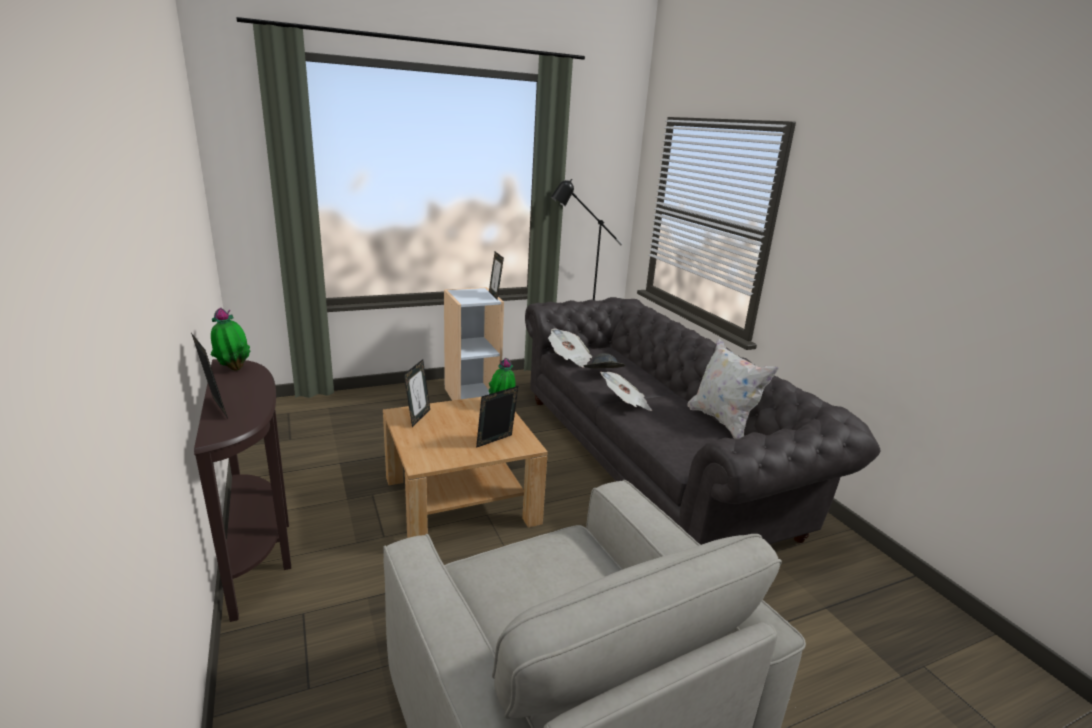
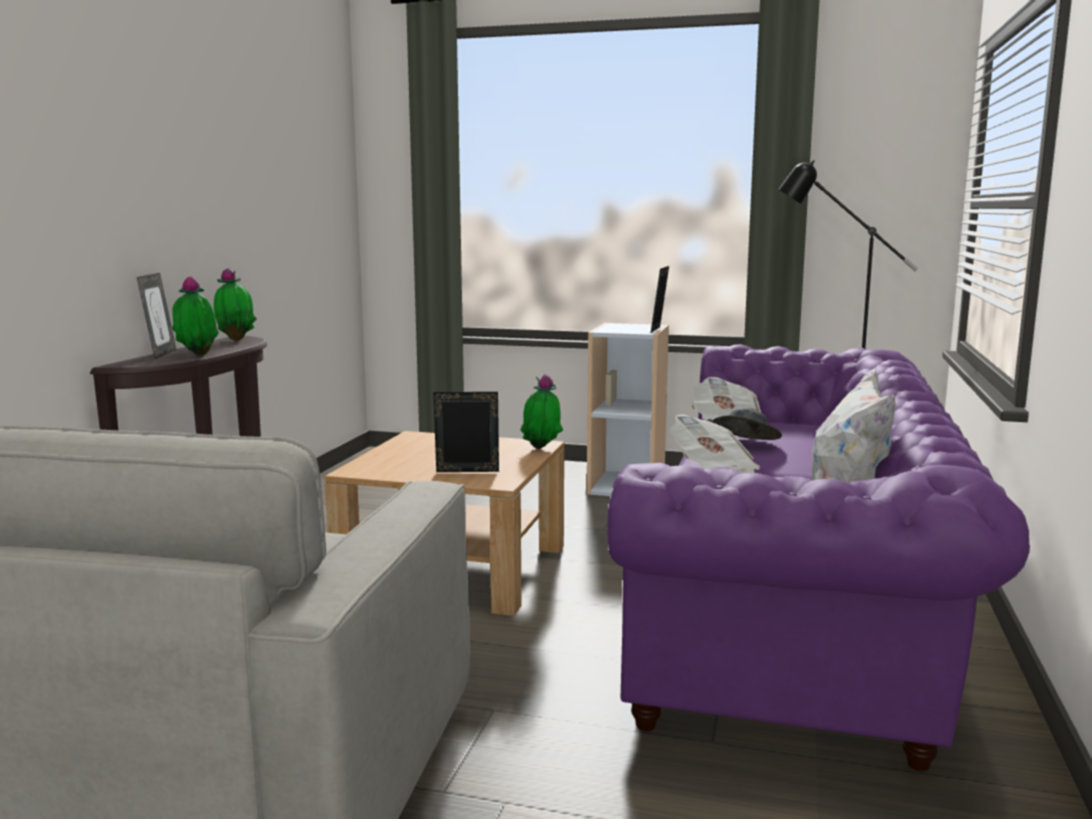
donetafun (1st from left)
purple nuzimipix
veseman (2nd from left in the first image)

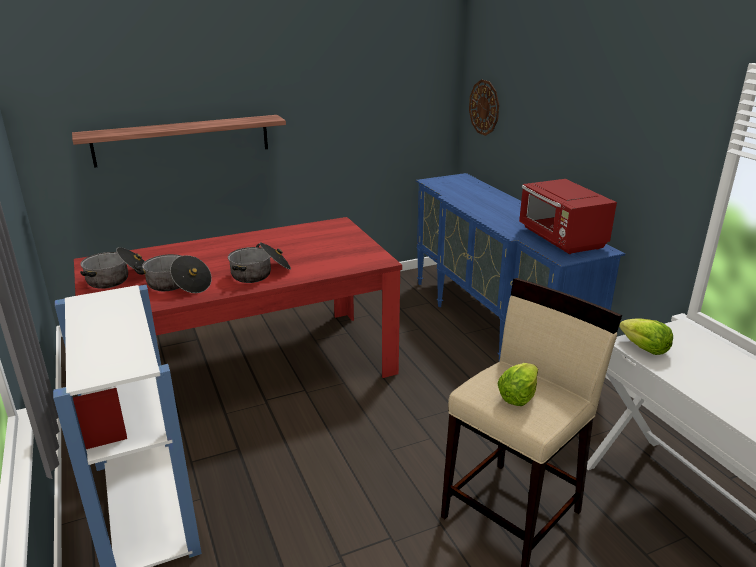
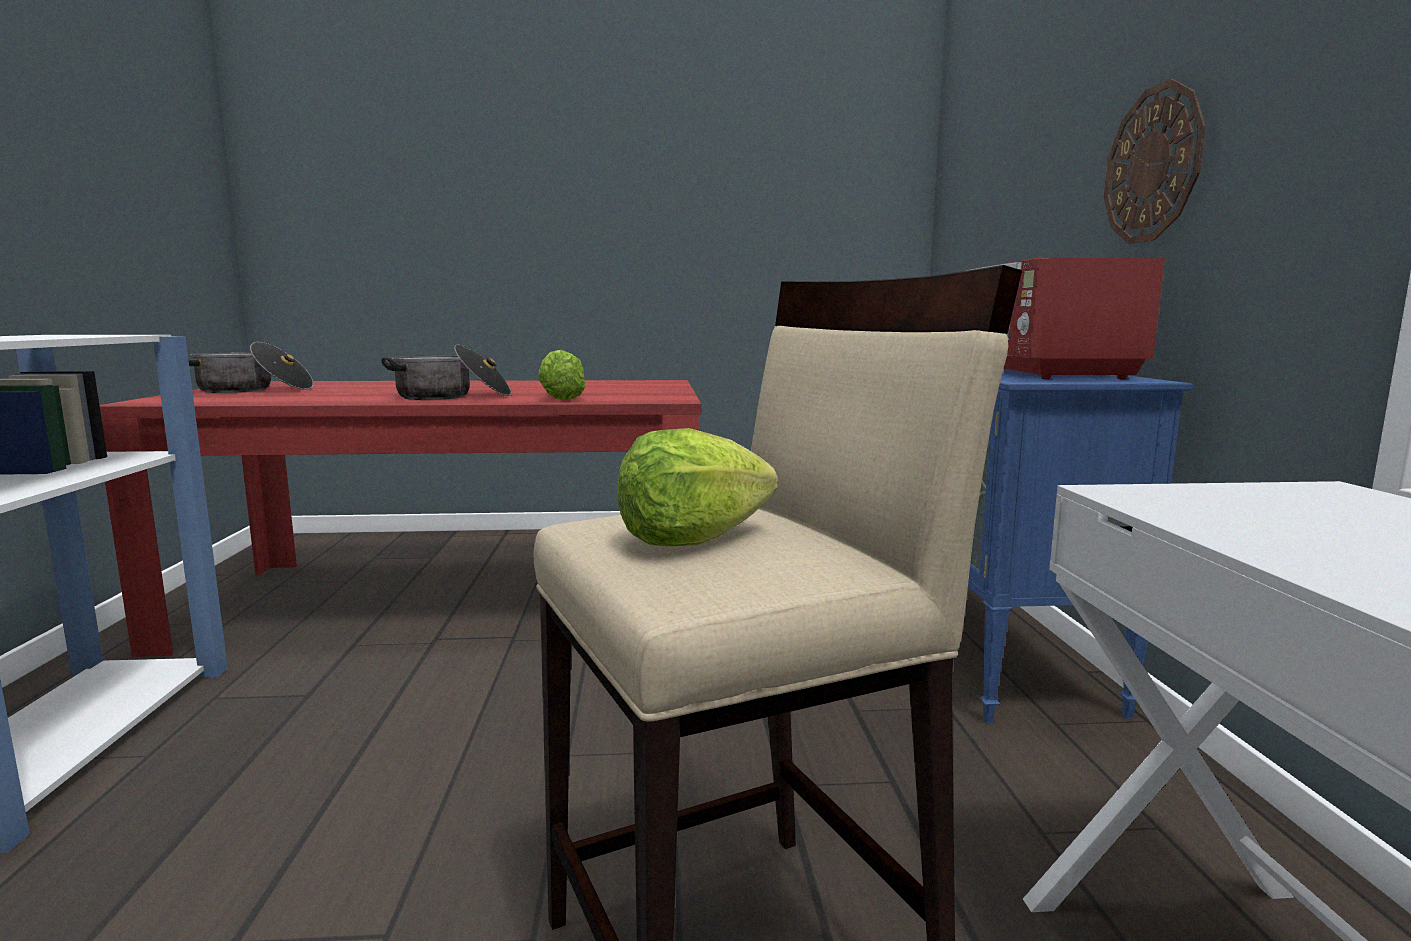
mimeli (1st from left)
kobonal
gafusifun
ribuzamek (2nd from left in the first image)

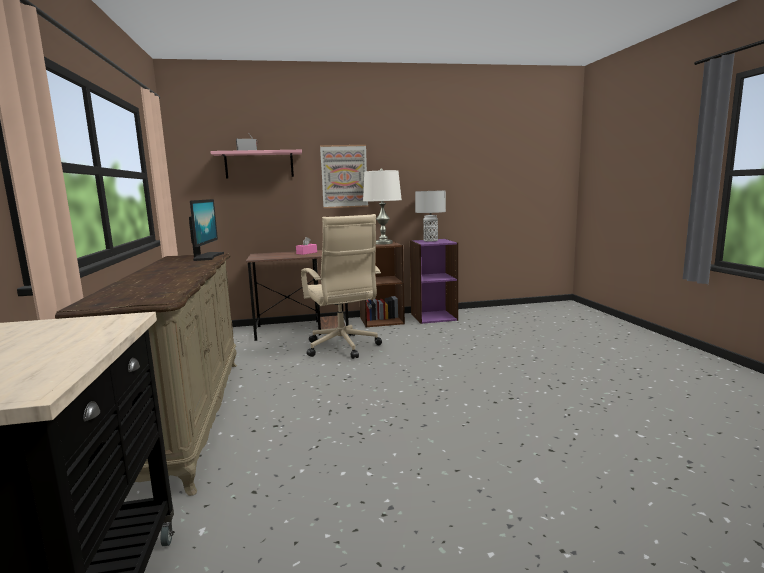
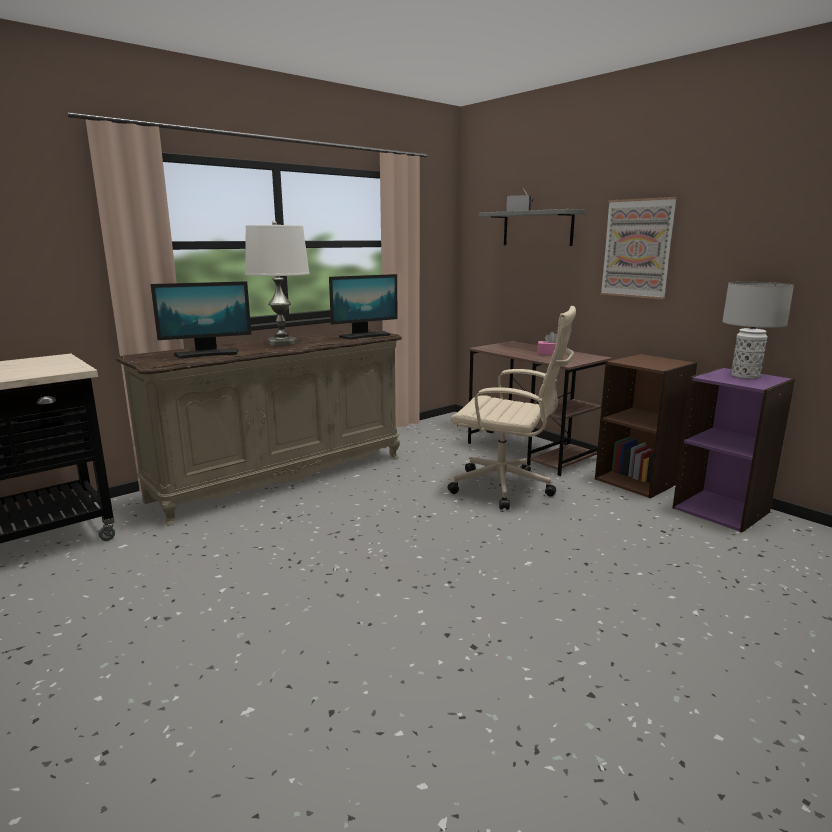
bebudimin (1st from left)
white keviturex (1st from left)
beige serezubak
grey gafusifun

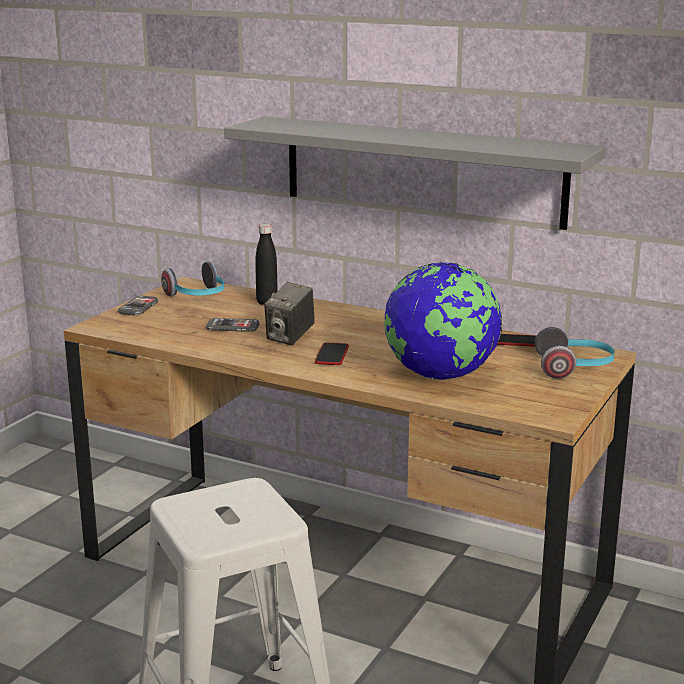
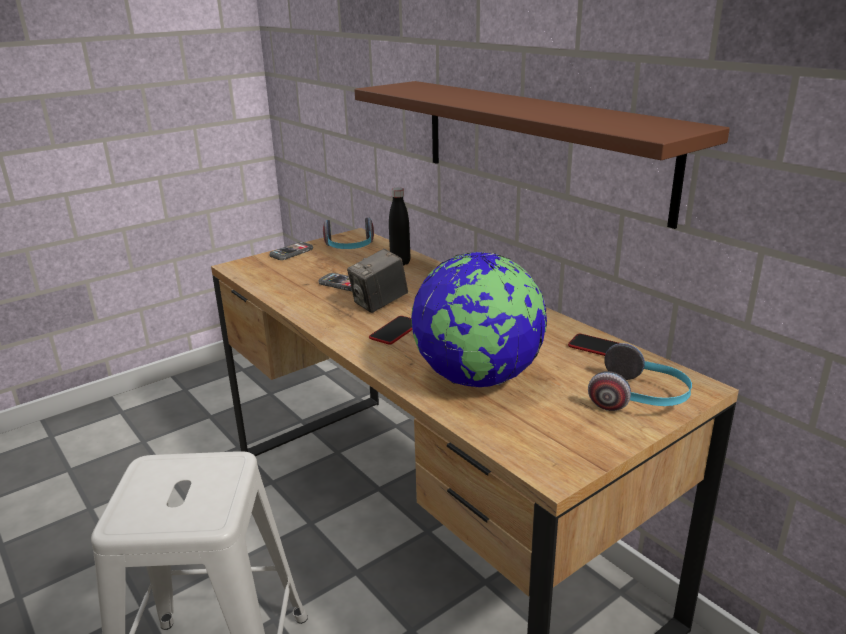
brown gafusifun

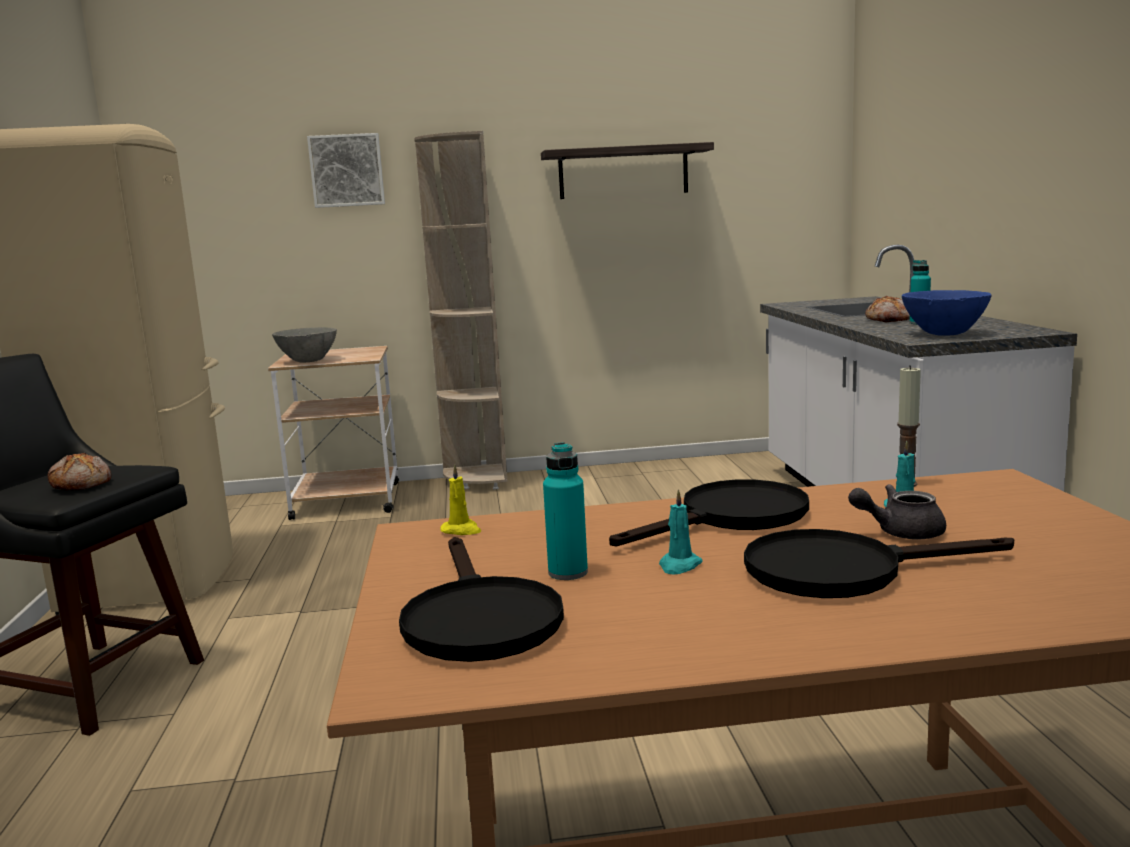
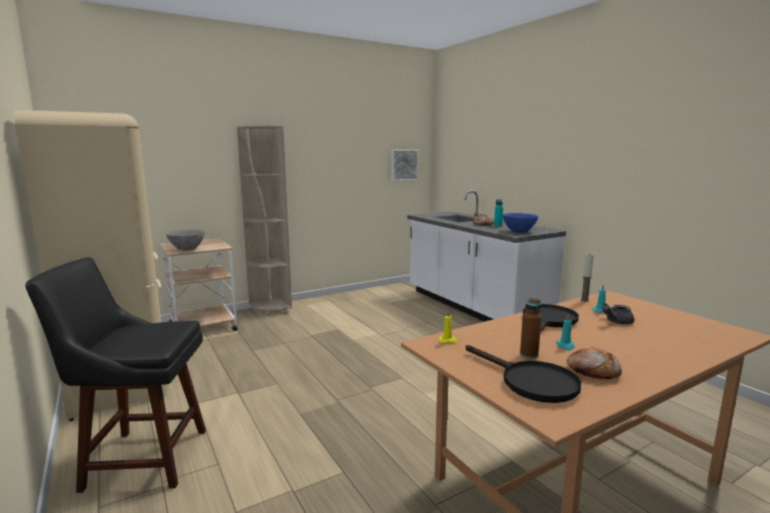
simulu
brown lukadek
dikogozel (2nd from left)
gafusifun
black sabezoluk (3rd from left in the first image)

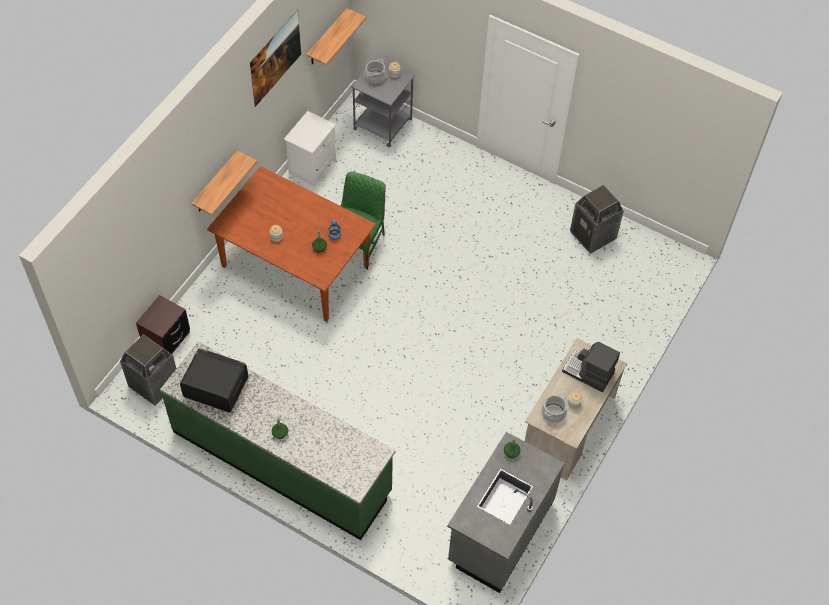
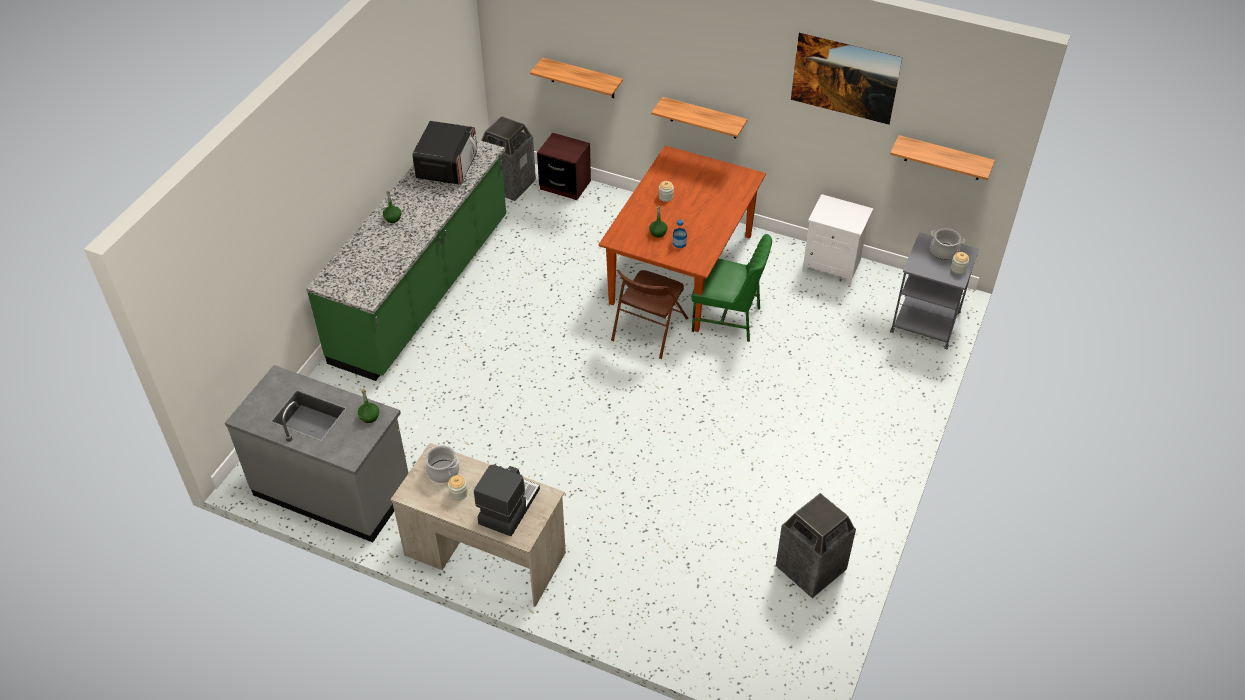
gafusifun (1st from left)
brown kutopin

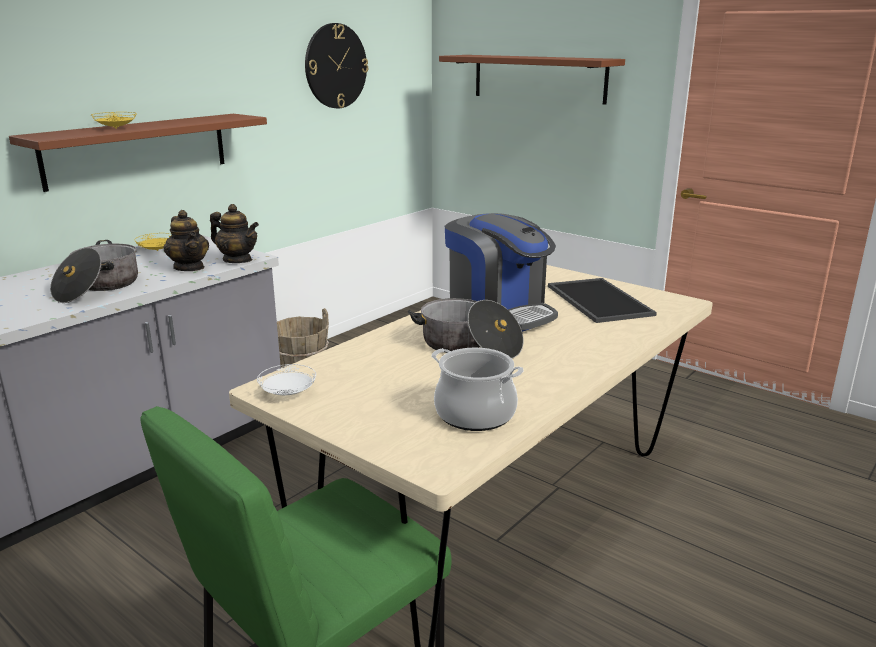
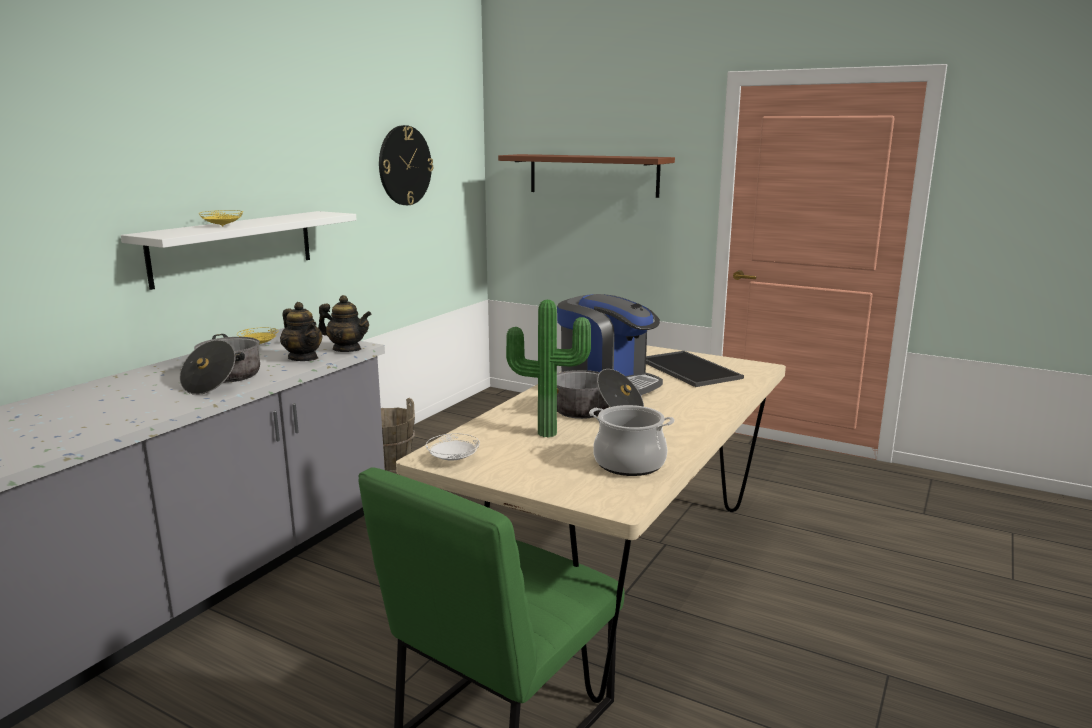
white gafusifun
donetafun

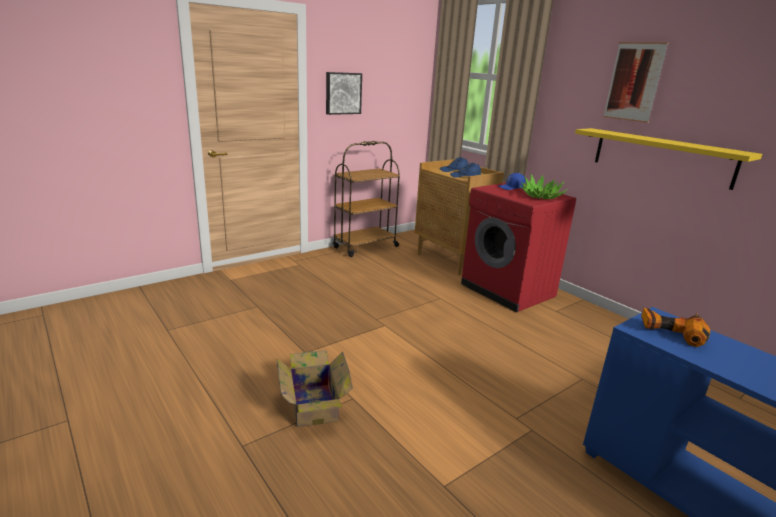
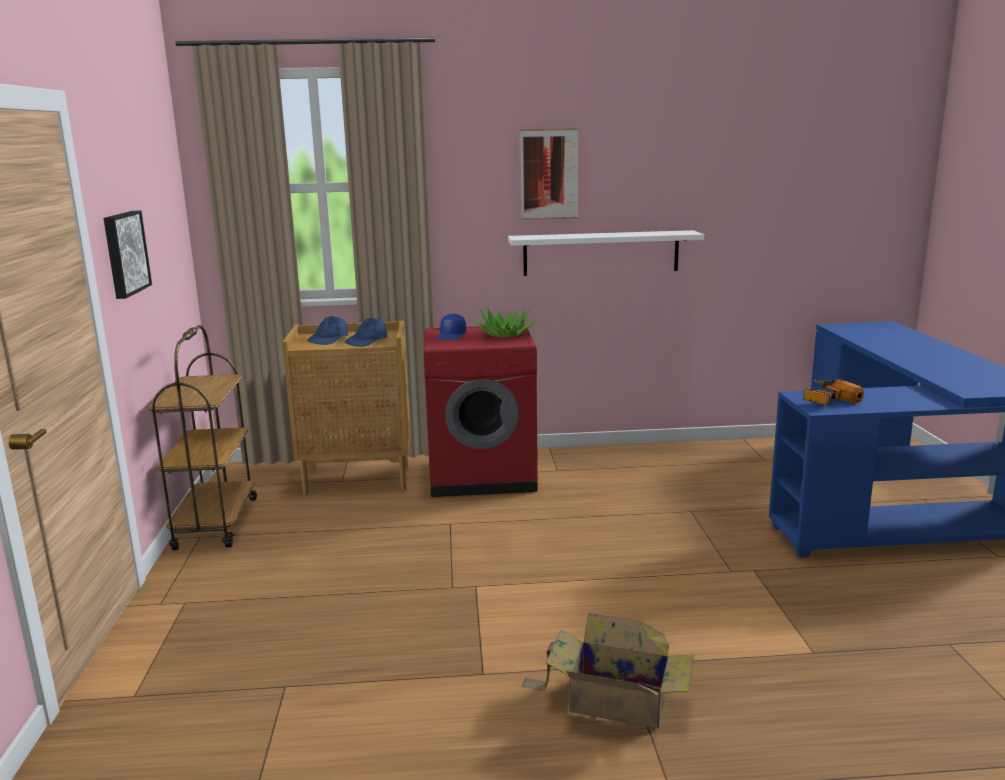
white gafusifun

